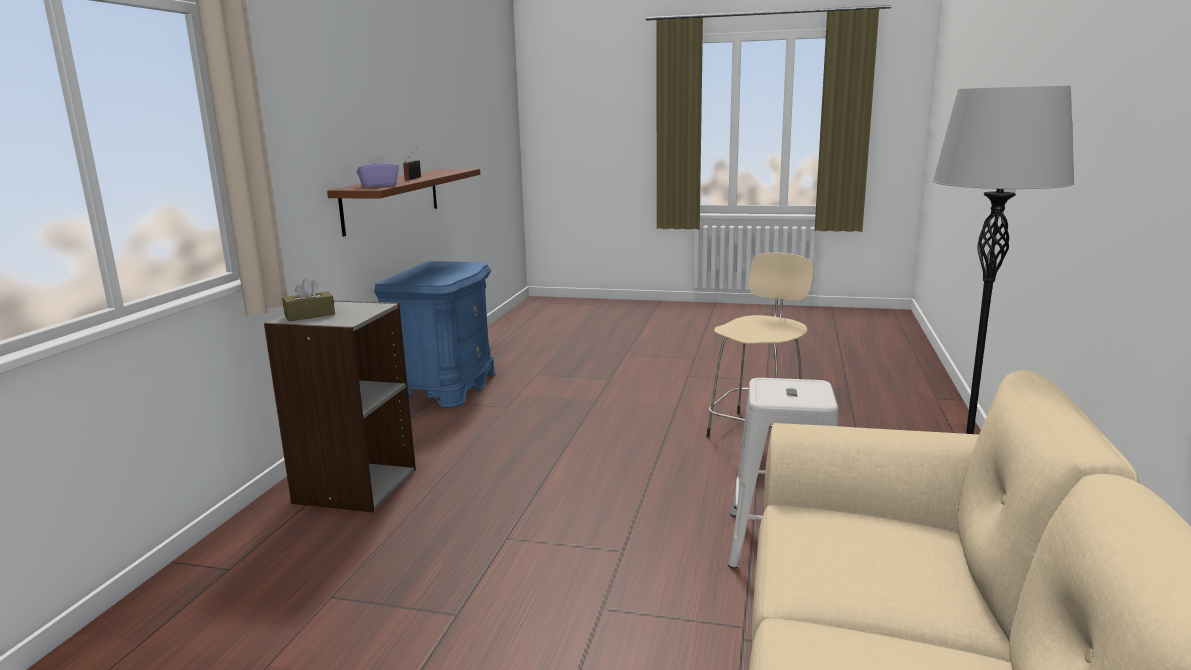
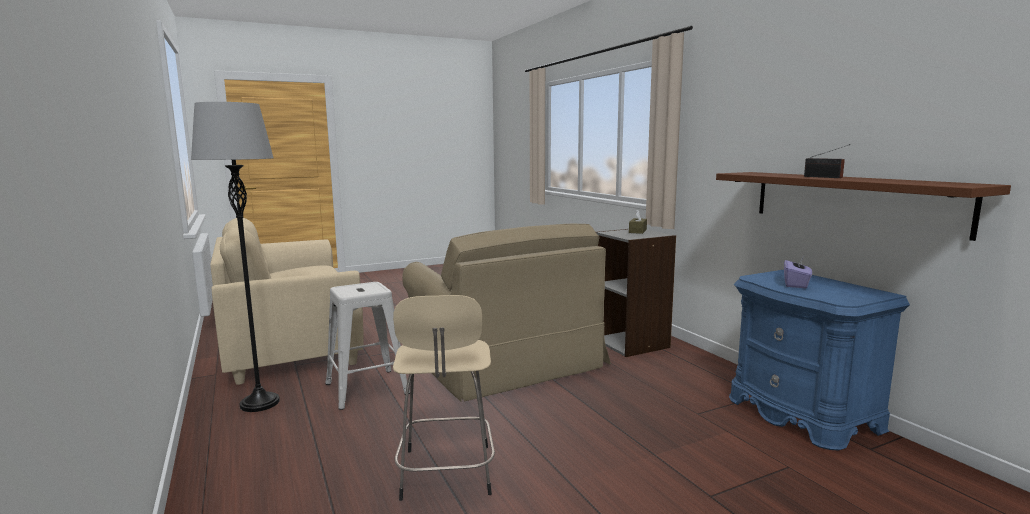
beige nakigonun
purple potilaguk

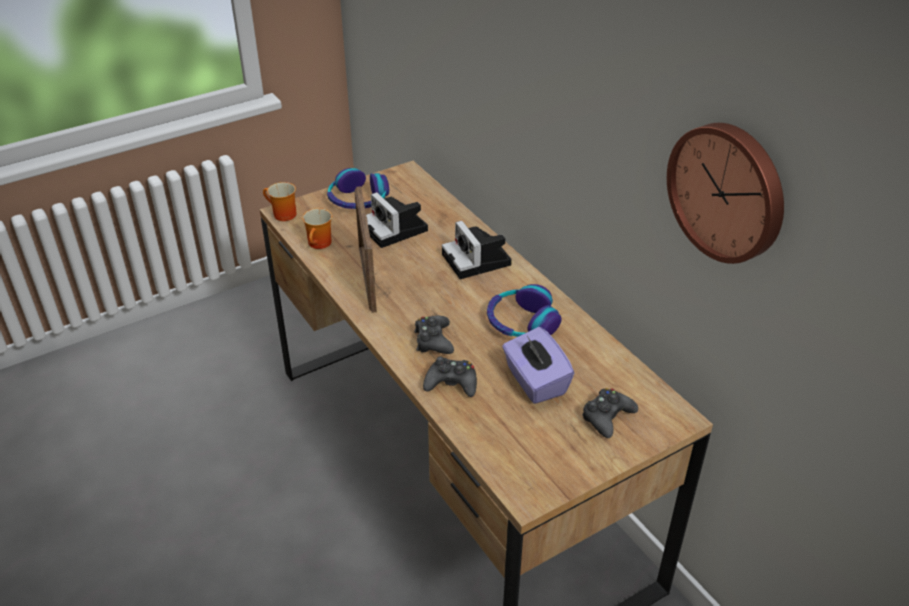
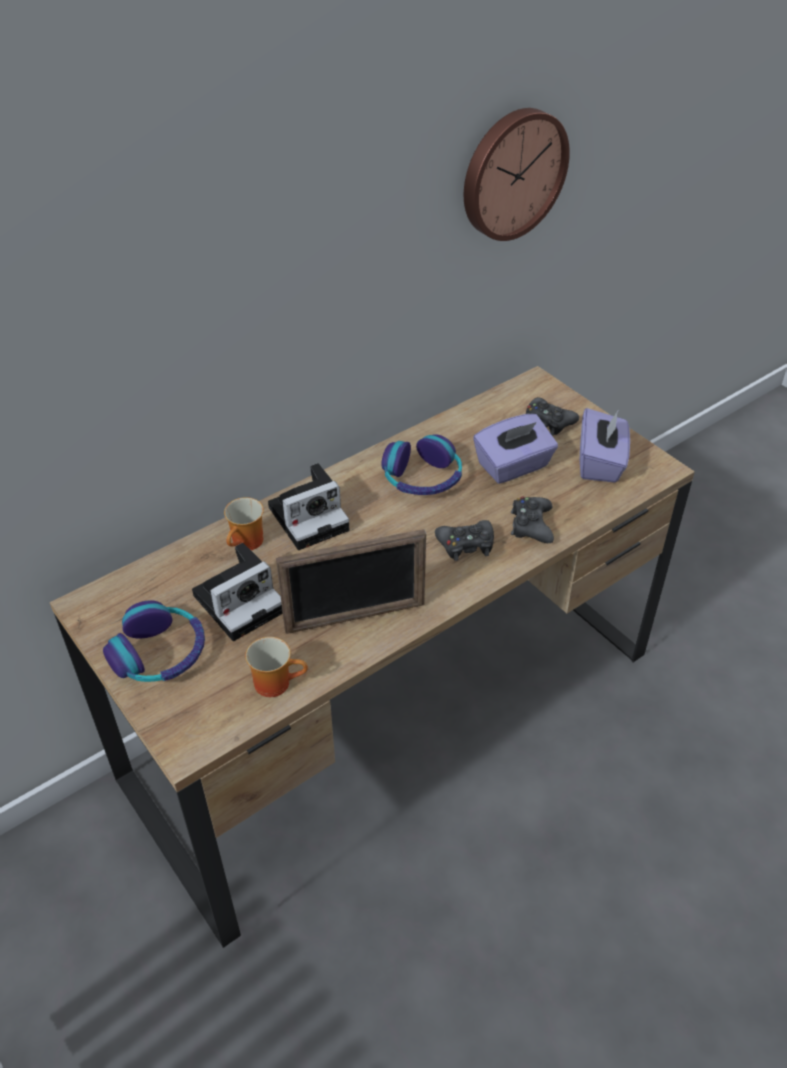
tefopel (1st from left)
purple potilaguk (2nd from left)

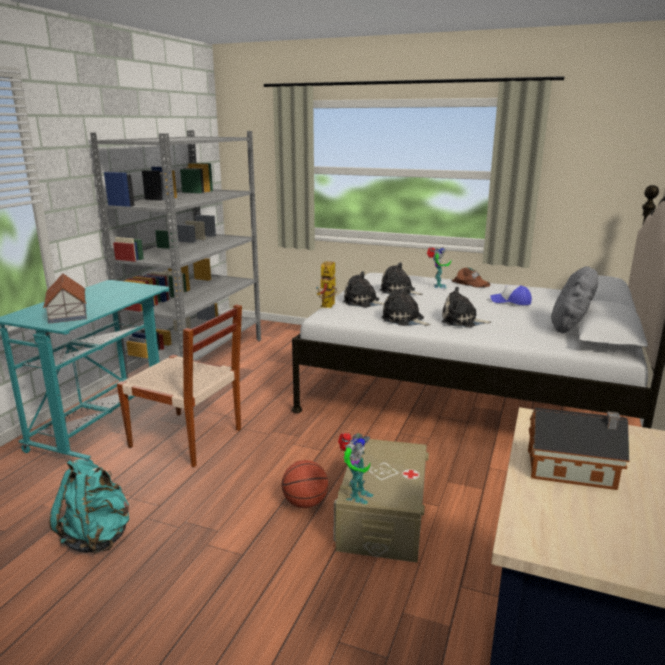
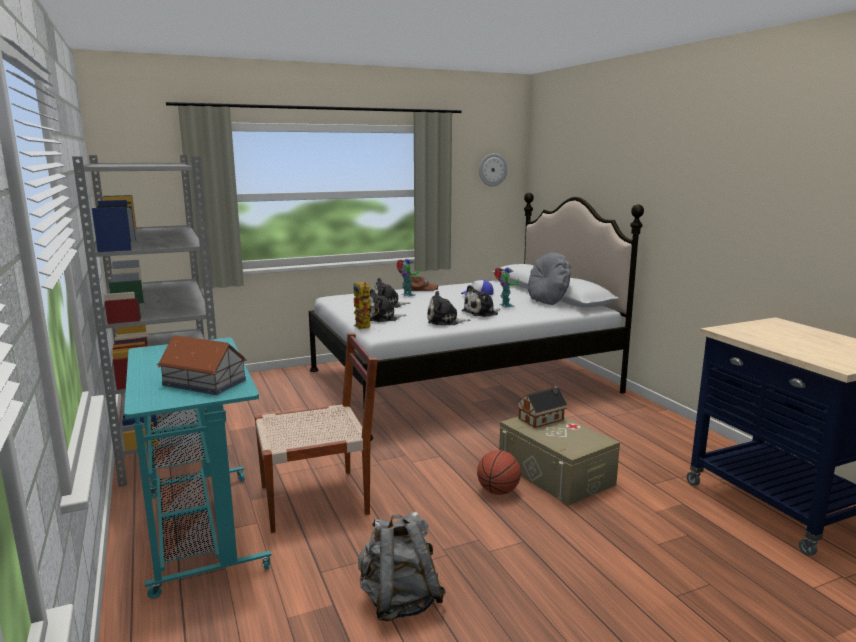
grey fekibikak
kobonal
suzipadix (3rd from left)
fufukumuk (2nd from left)

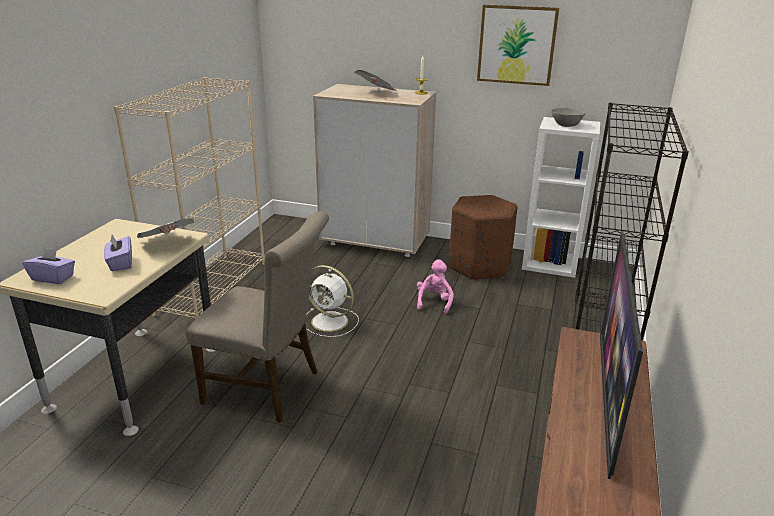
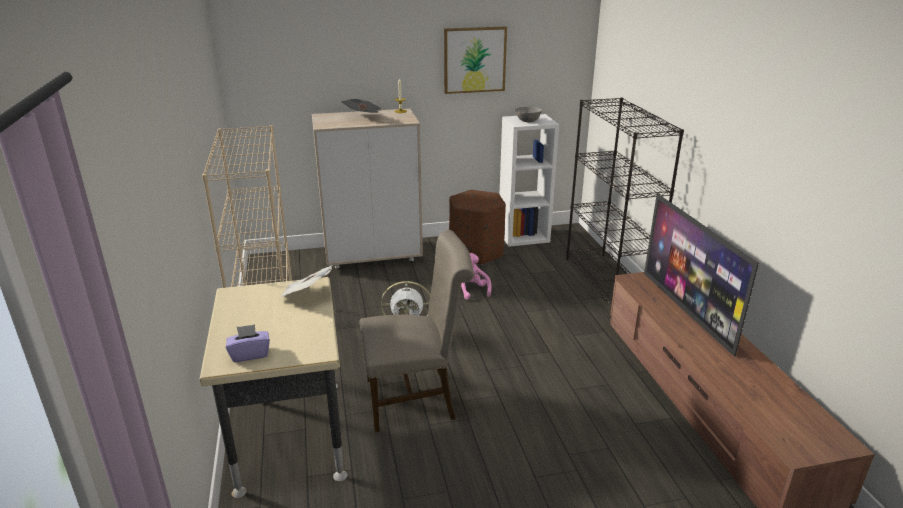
purple potilaguk (2nd from left in the first image)

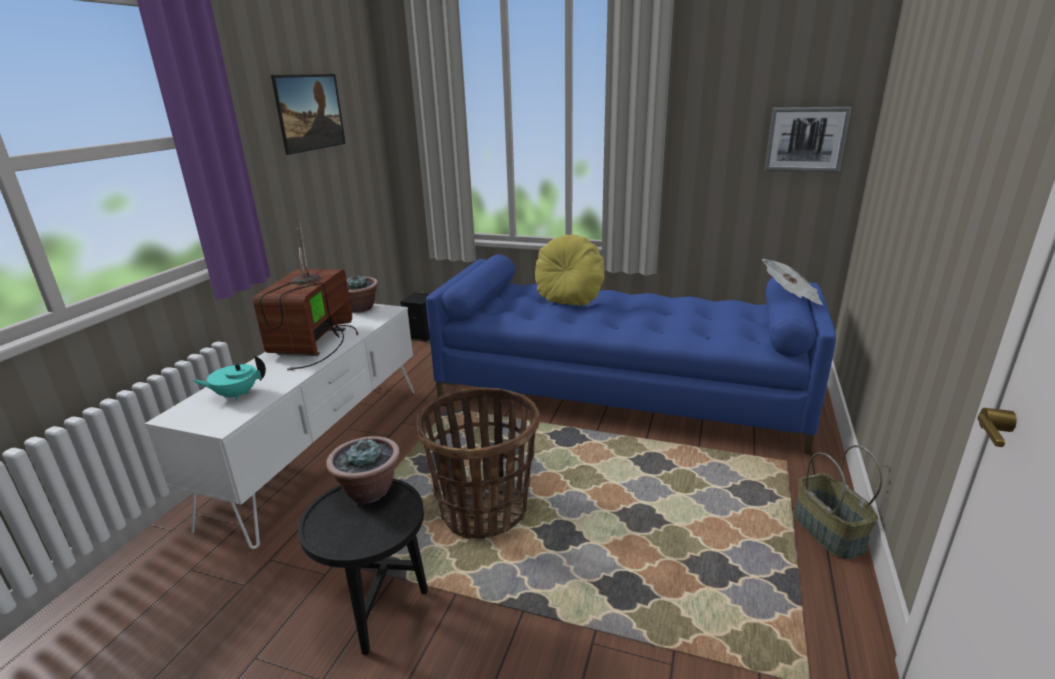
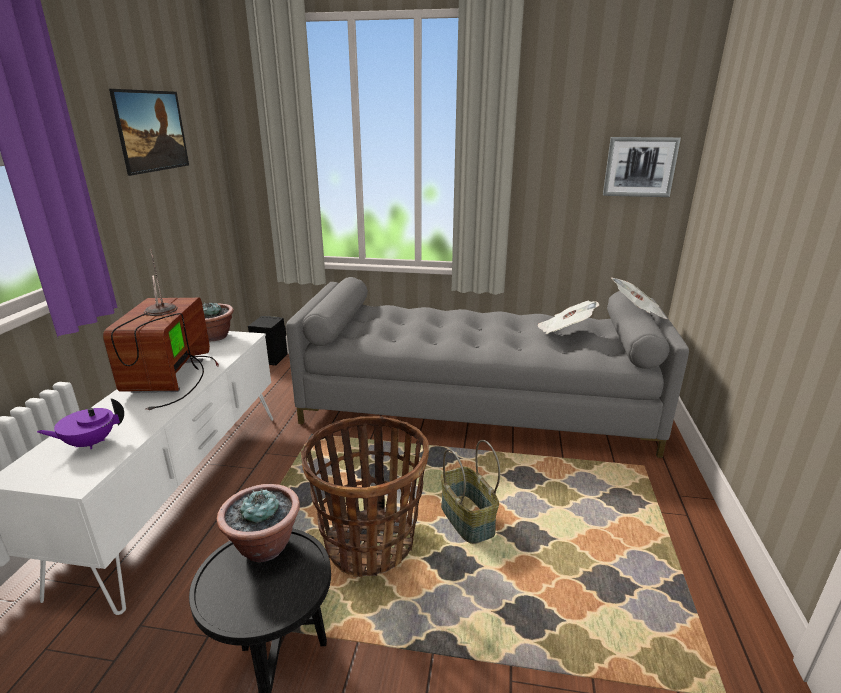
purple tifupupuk
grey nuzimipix
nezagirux (2nd from left)
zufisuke (1st from left)
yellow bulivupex

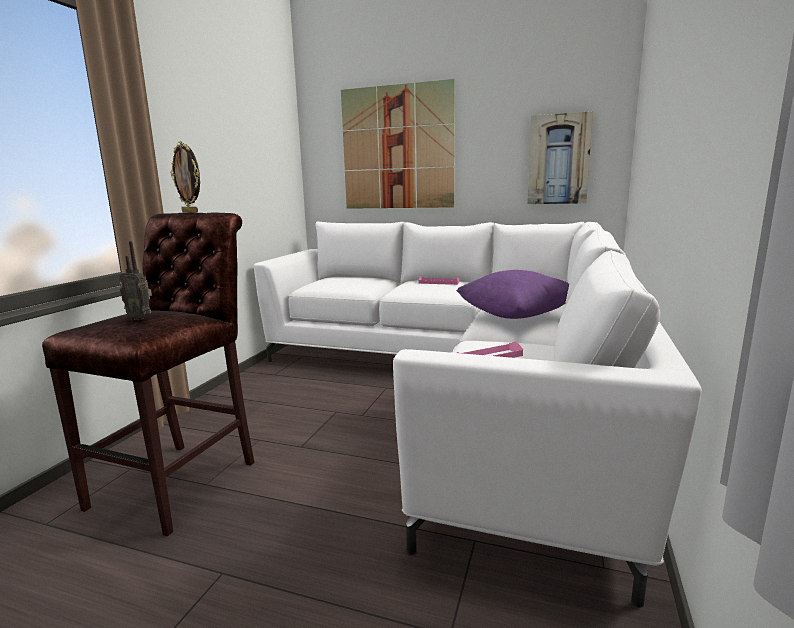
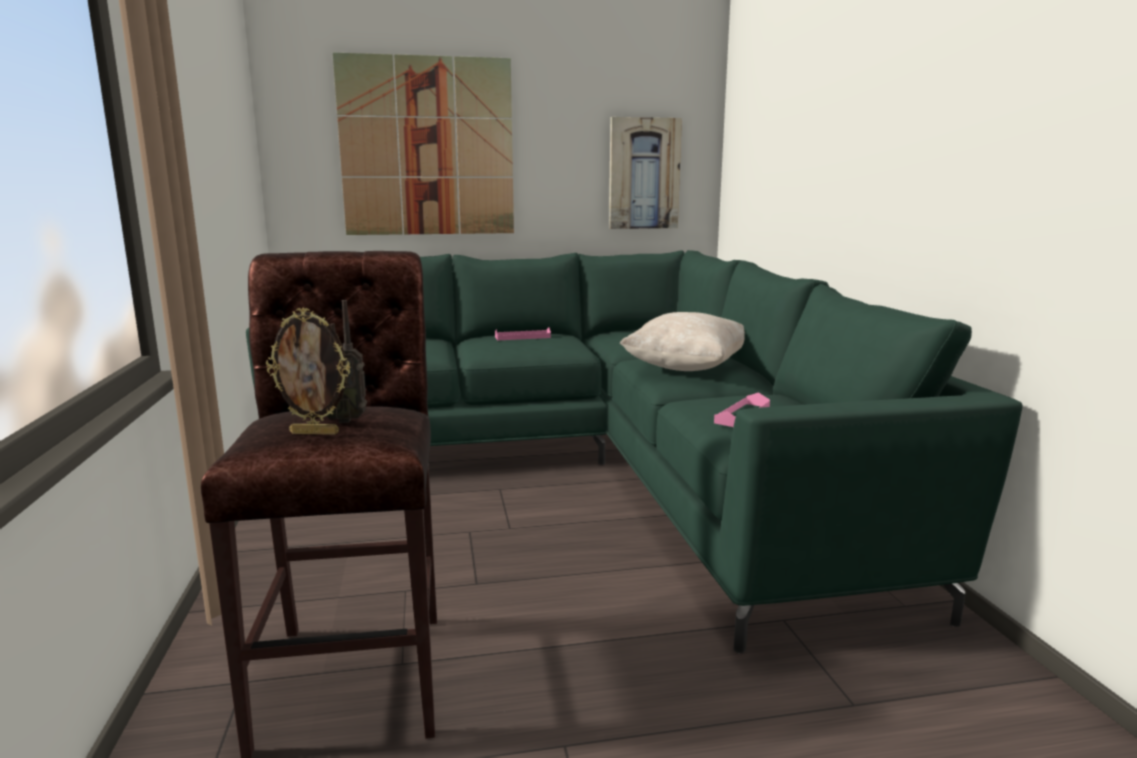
green nuzimipix
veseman
beige bulivupex

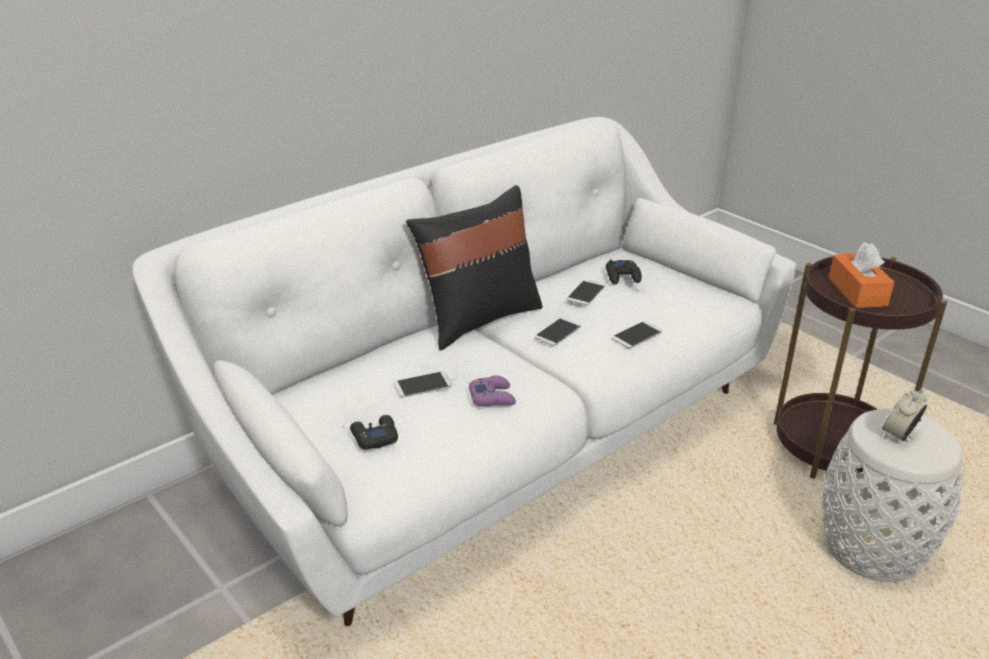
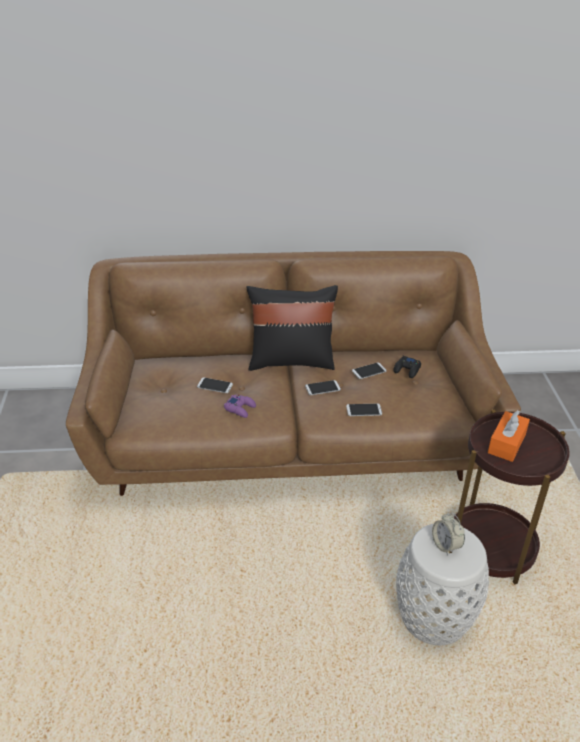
brown nuzimipix
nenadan
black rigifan (1st from left in the first image)

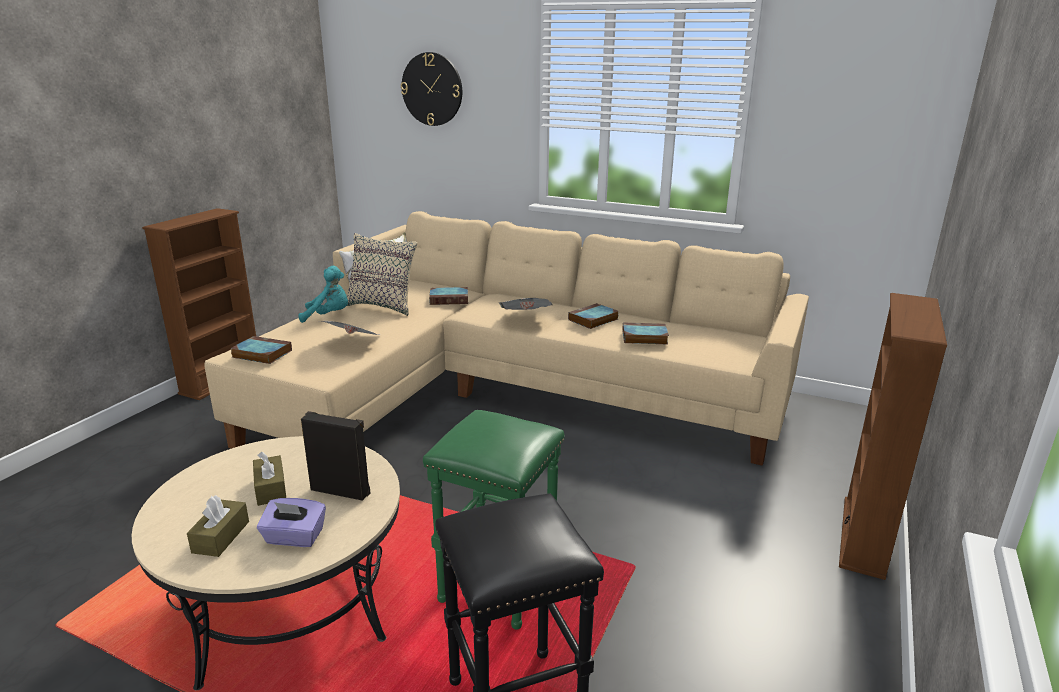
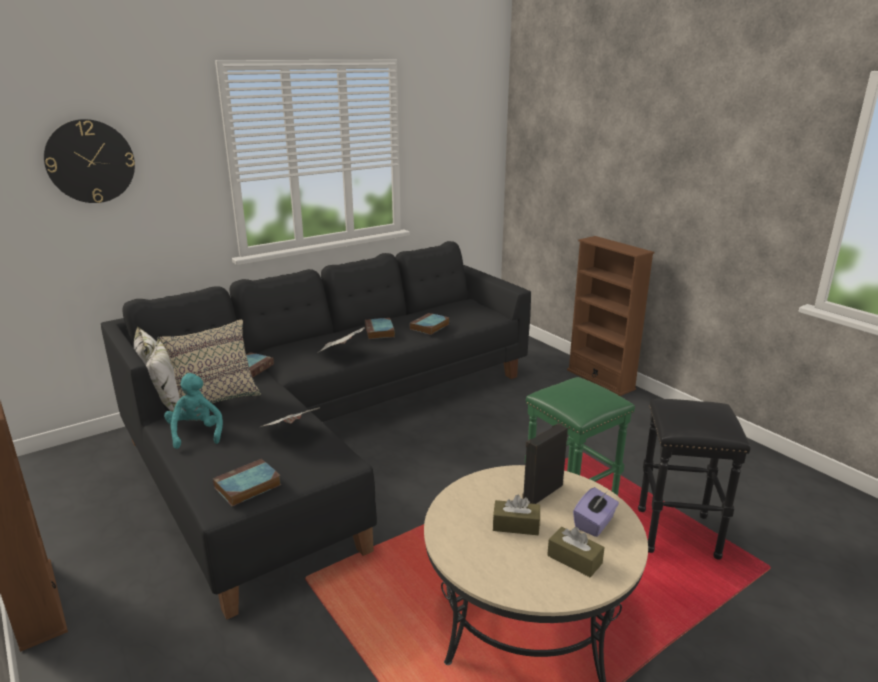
black nuzimipix
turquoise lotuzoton

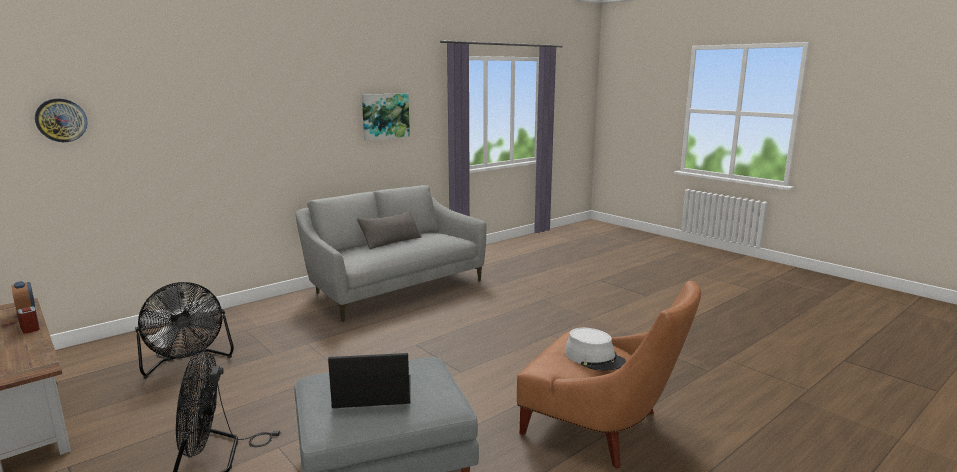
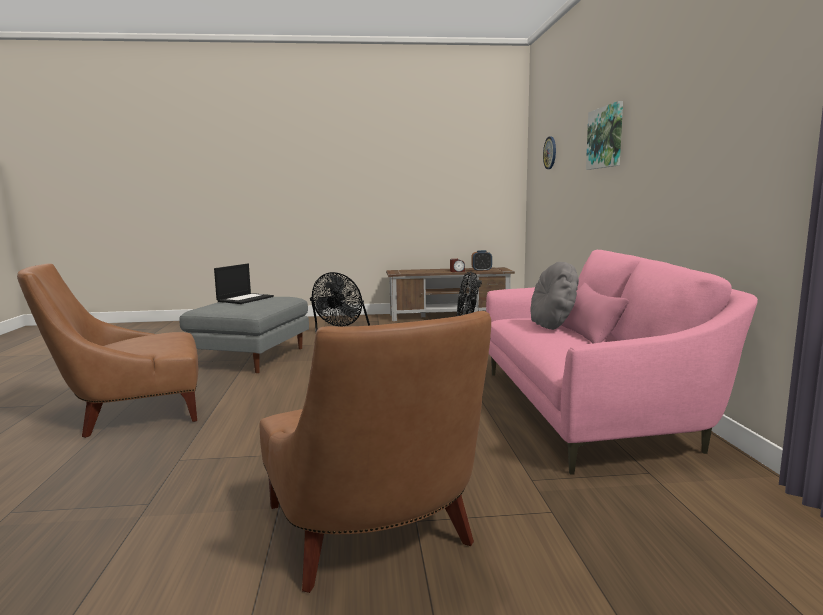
brown nakigonun (2nd from left)
pink nuzimipix
grey bulivupex
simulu
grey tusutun

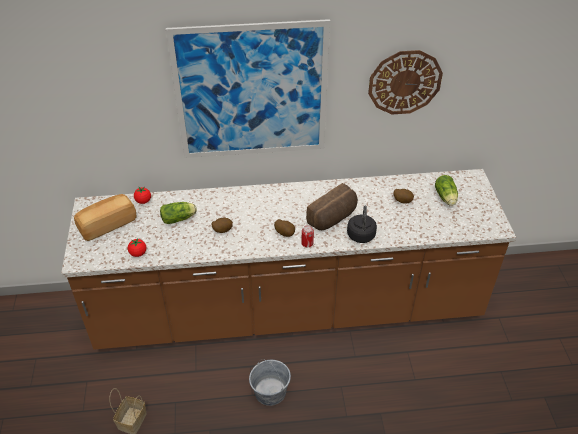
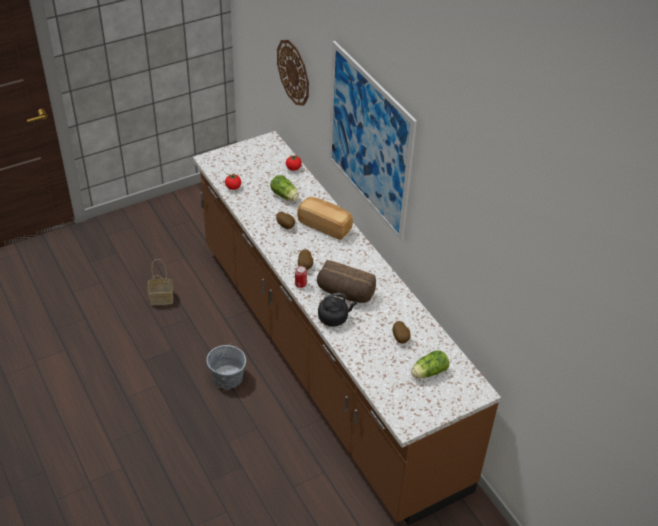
kobonal
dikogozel (1st from left)

